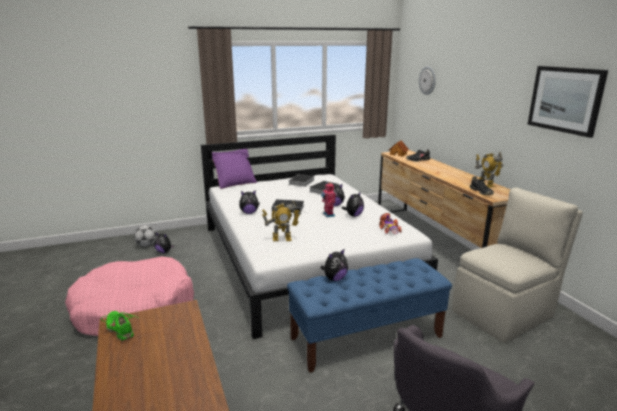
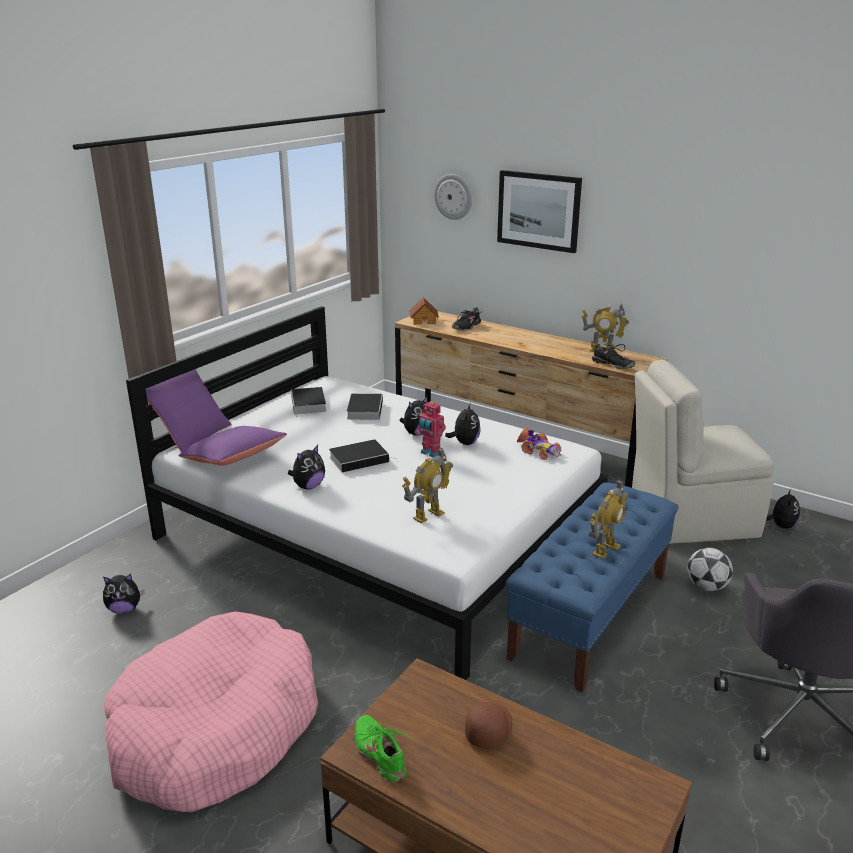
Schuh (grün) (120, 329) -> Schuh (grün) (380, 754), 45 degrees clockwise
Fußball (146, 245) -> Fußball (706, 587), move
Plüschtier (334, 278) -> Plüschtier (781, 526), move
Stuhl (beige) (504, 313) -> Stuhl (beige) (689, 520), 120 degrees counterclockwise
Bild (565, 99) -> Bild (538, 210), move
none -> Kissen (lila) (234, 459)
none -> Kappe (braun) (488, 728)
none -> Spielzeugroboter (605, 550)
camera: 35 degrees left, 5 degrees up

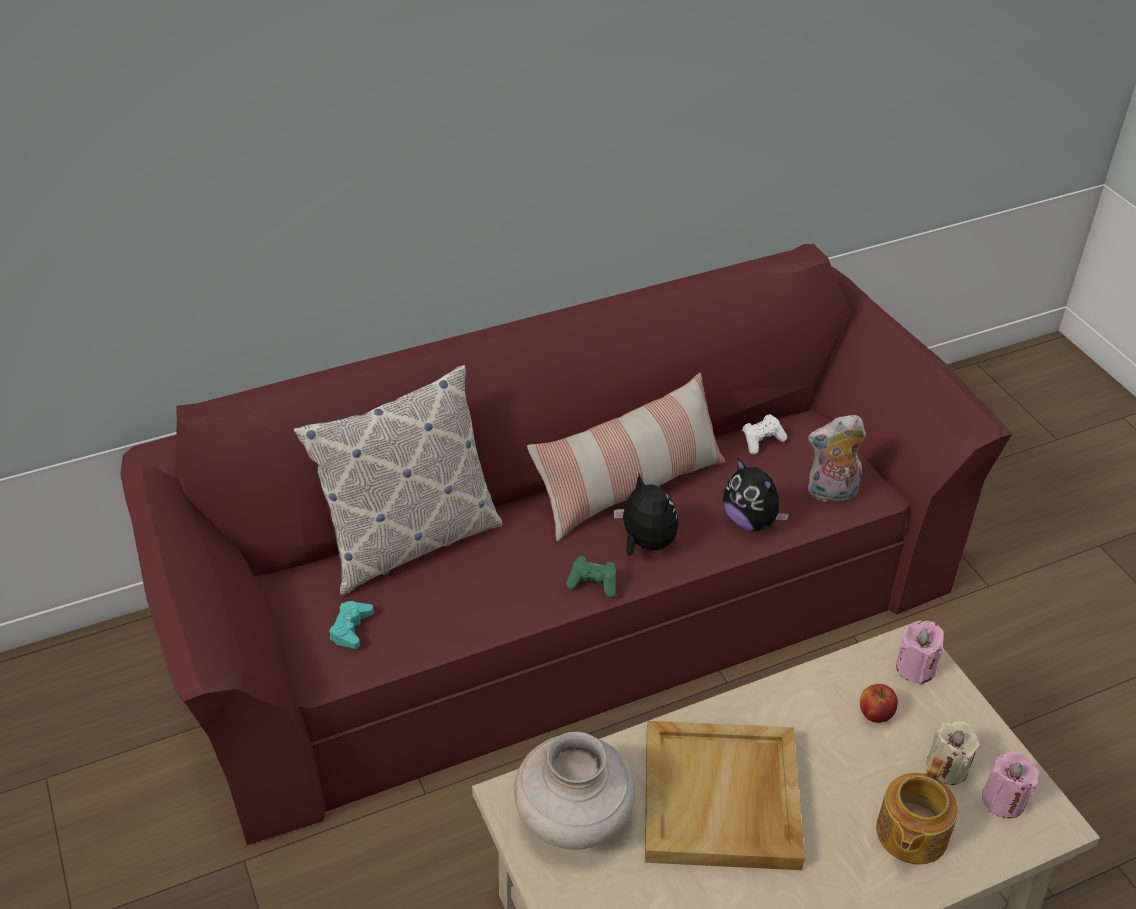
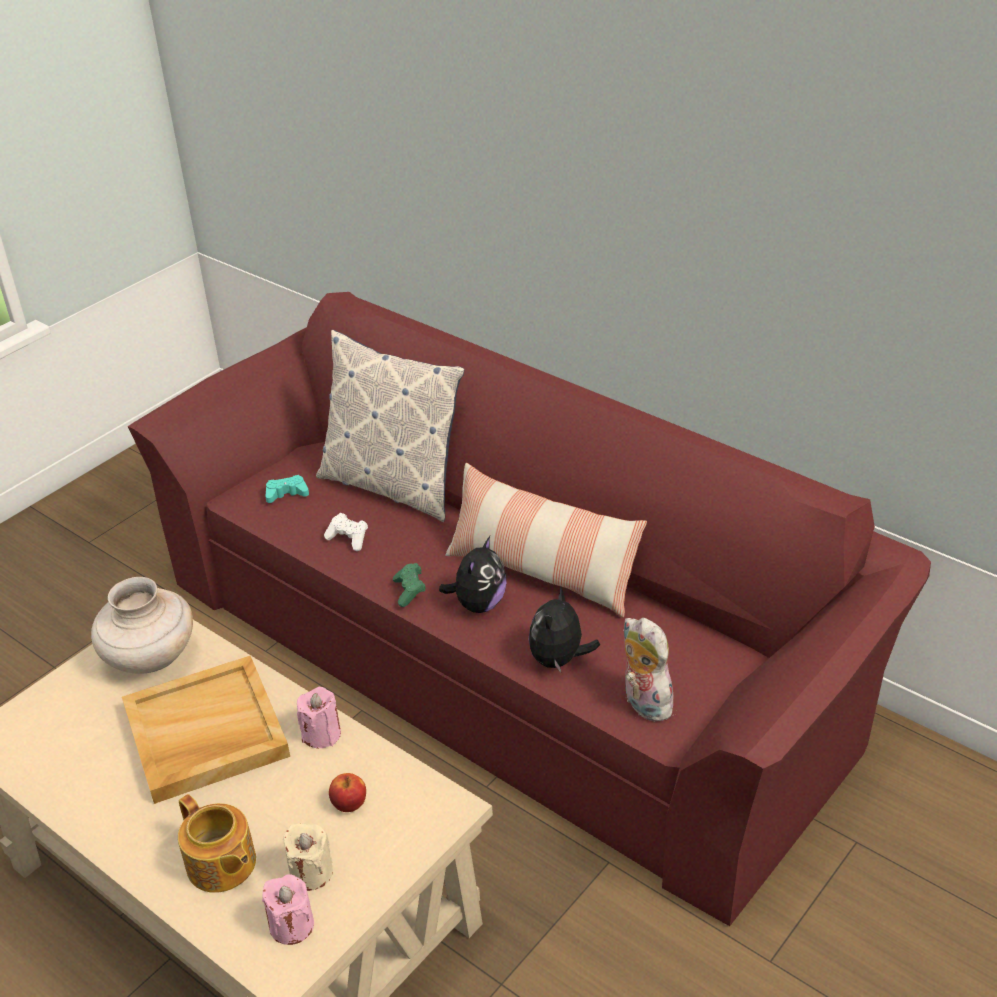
Gamepad (weiß) (762, 441) -> Gamepad (weiß) (348, 539), move
Teekanne (910, 834) -> Teekanne (221, 865), 135 degrees counterclockwise
Kerze (rosa) (915, 668) -> Kerze (rosa) (321, 734), move
camera: 65 degrees right, 5 degrees down

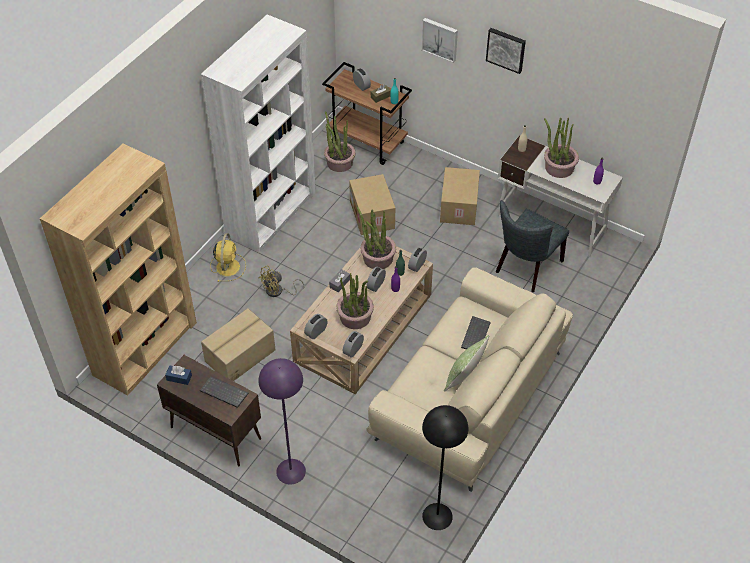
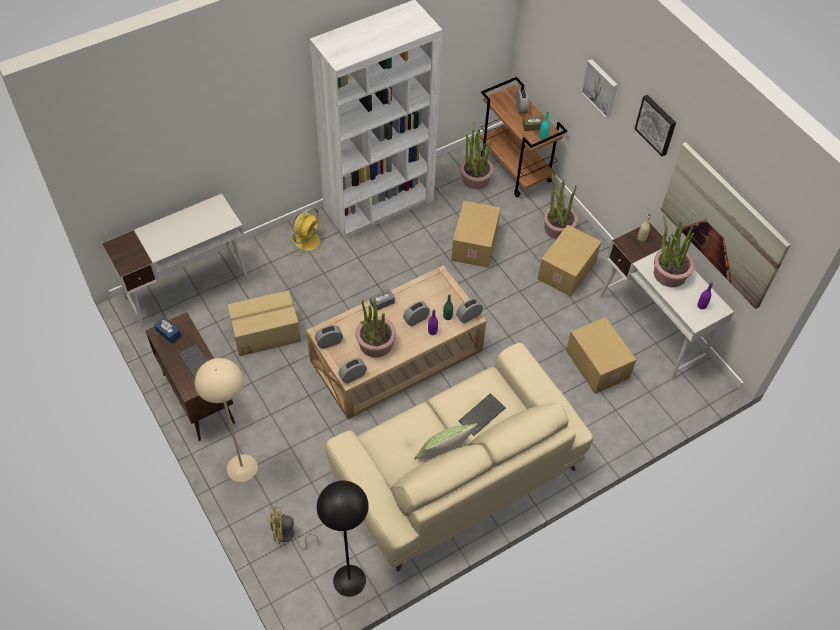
Bücherregal (braun) (145, 348) -> Schreibtisch (weiß) (188, 288)
Ventilator (gelb) (278, 292) -> Ventilator (gelb) (288, 536), move
Stehlampe (lila) (290, 471) -> Stehlampe (beige) (242, 468)
Topfpflanze (377, 258) -> Topfpflanze (558, 228), move
Stuhl (grau) (526, 268) -> Karton (596, 364)
none -> Bild (722, 224)
camera: 25 degrees right, 5 degrees up

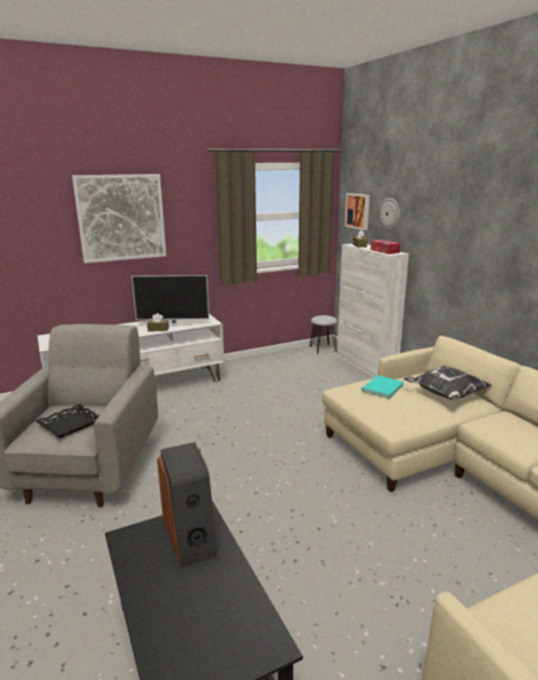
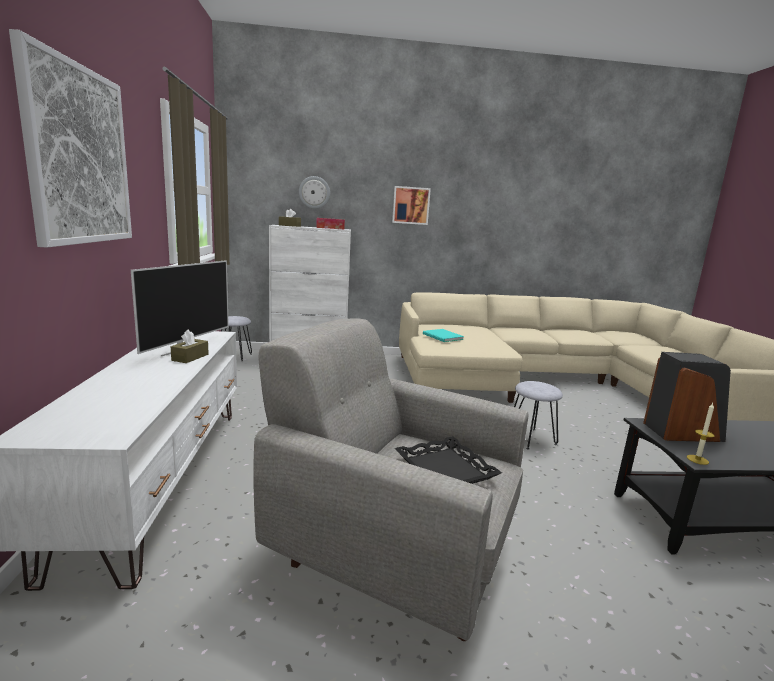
Bild (358, 211) -> Bild (410, 205), move
Kissen (445, 395) -> none
none -> Hocker (grau) (531, 438)
none -> Kerze (697, 459)
camera: 70 degrees left, 5 degrees down

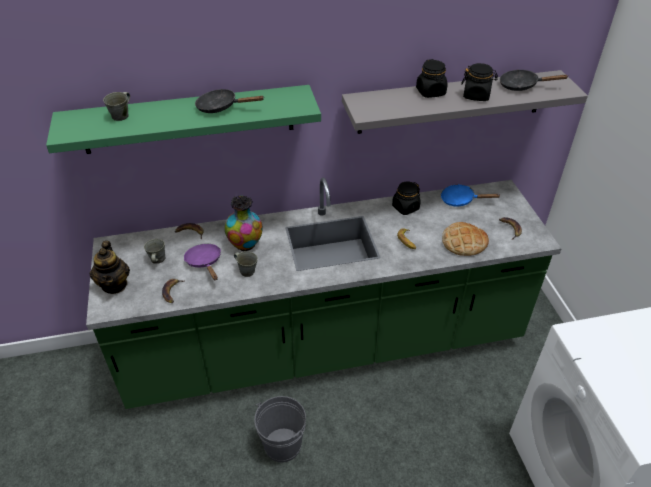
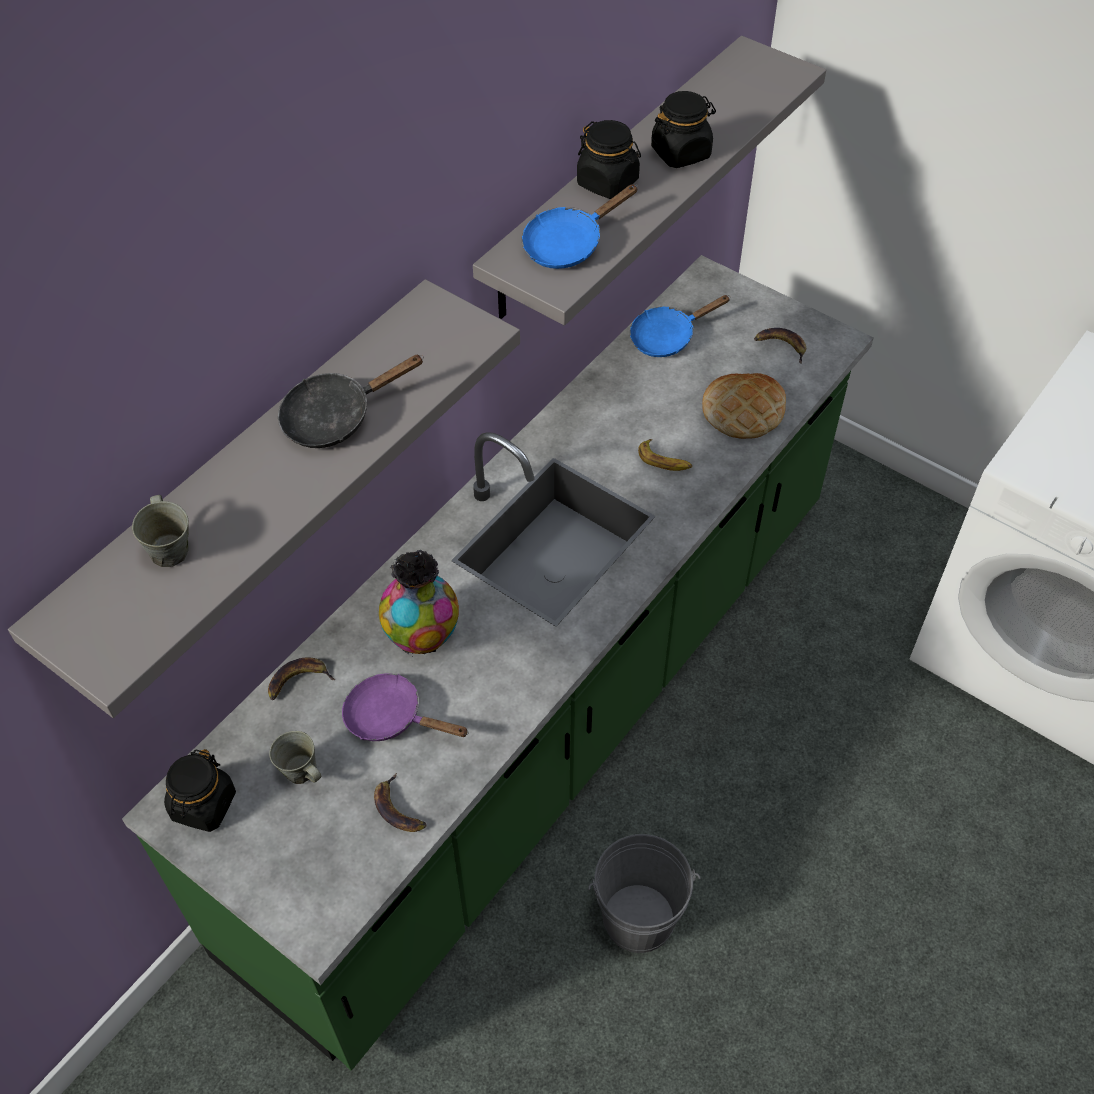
Wandregal (grün) (189, 119) -> Wandregal (grau) (248, 473)
Teekanne (114, 285) -> none
Henkelbecher (grau) (247, 271) -> none
Vorratsglas (schwarz) (405, 208) -> Vorratsglas (schwarz) (203, 805), move
Pfanne (schwarz) (522, 86) -> none
none -> Pfanne (blau) (568, 244)
camera: 40 degrees left, 10 degrees up

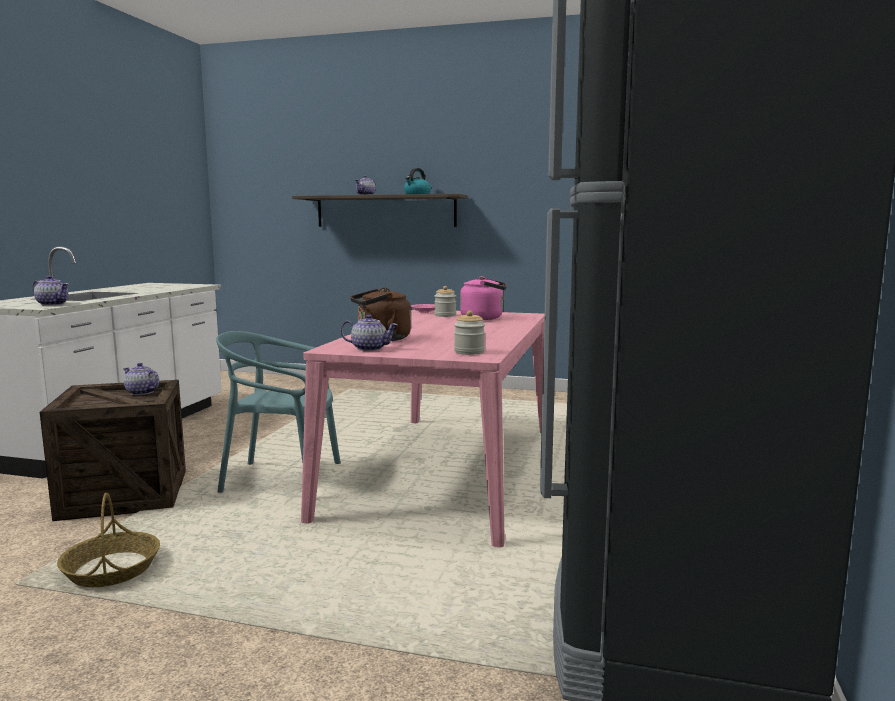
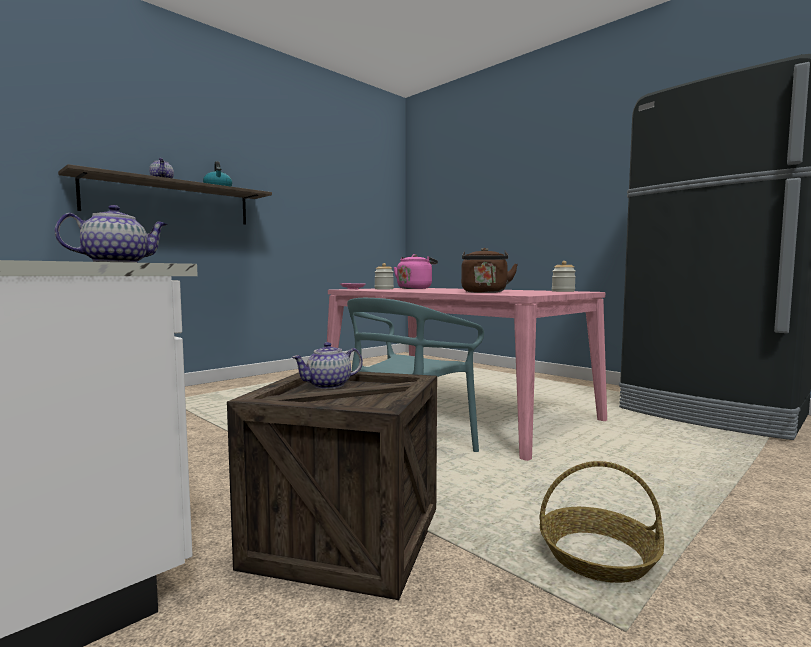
Teekanne (370, 348) -> none
camera: 60 degrees left, 5 degrees down

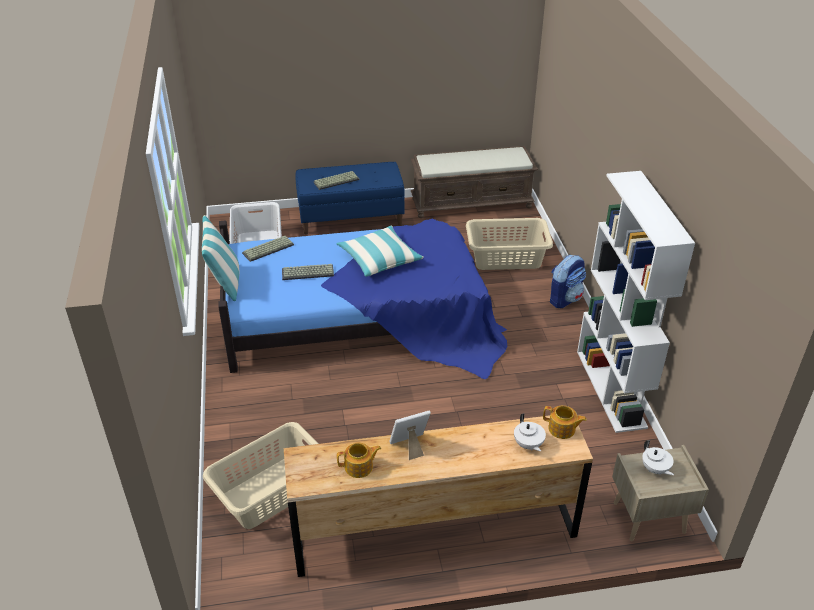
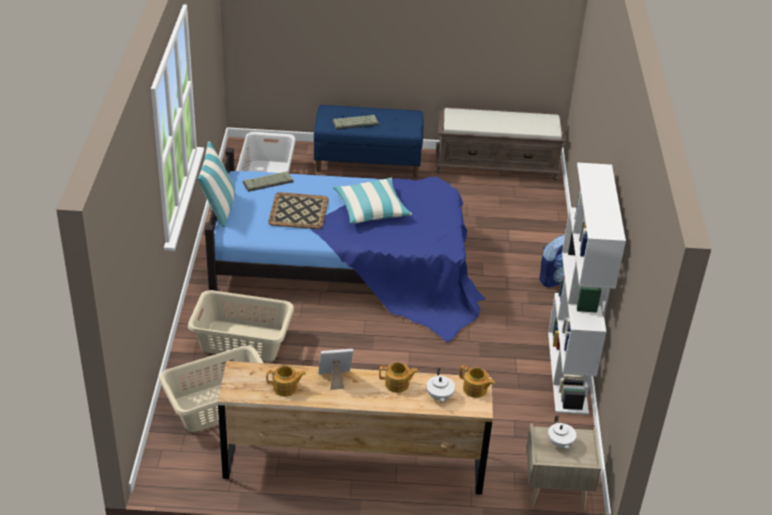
Tastatur (307, 273) -> Tablett (298, 211)
Wäschekorb (beige) (506, 257) -> Wäschekorb (beige) (242, 341), move
none -> Teekanne (397, 384)
camera: 10 degrees right, 0 degrees up

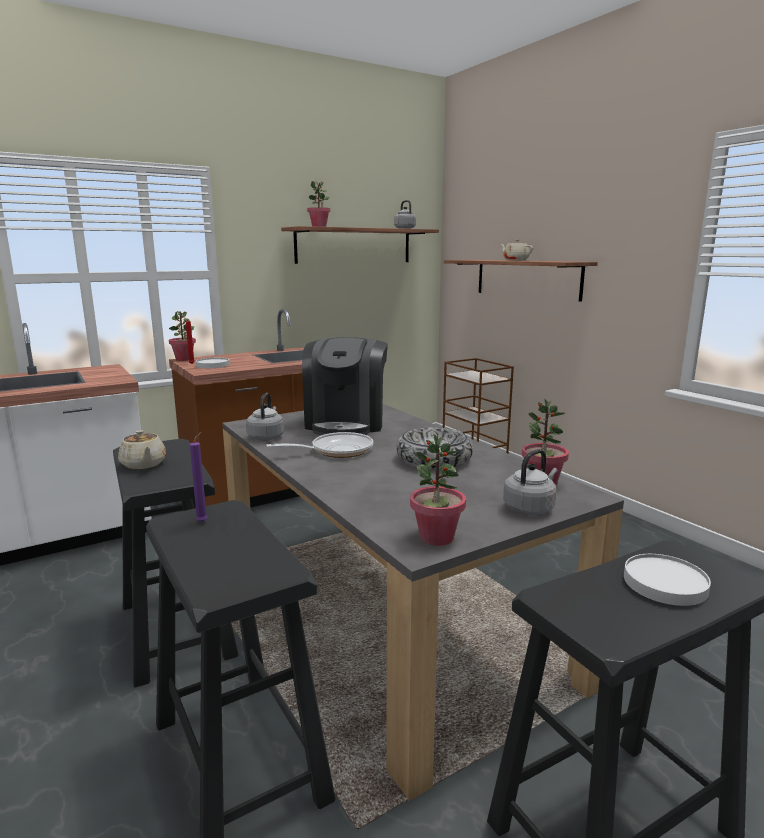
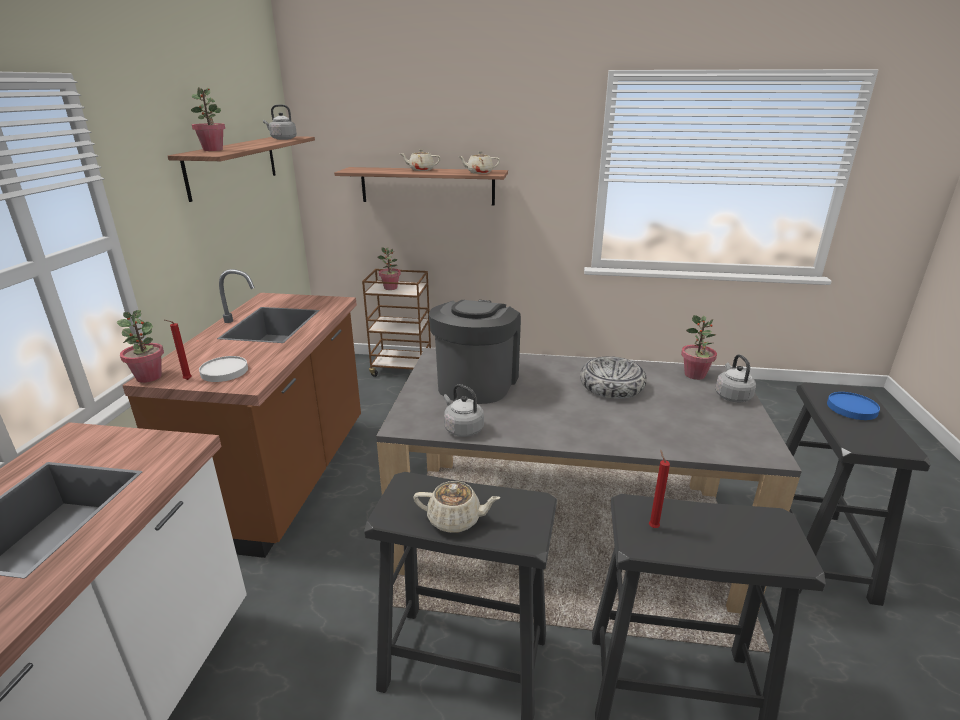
Kerze (lila) (203, 521) -> Kerze (rot) (652, 526)
Pfanne (336, 450) -> none
Kaffeemaschine (346, 423) -> Kaffeemaschine (476, 382), 120 degrees counterclockwise
Topfpflanze (436, 538) -> Topfpflanze (390, 288), move
Teller (weiß) (664, 583) -> Teller (blau) (851, 408)
none -> Teekanne (beige) (479, 172)
camera: 50 degrees left, 10 degrees up

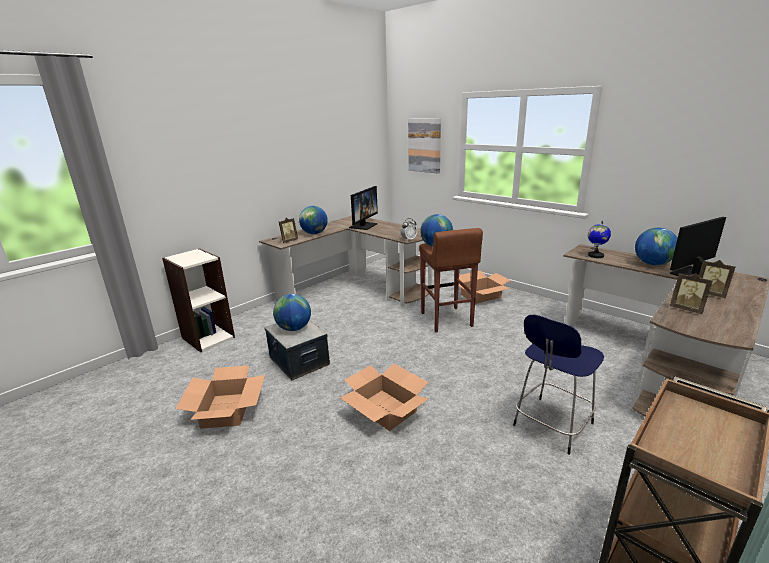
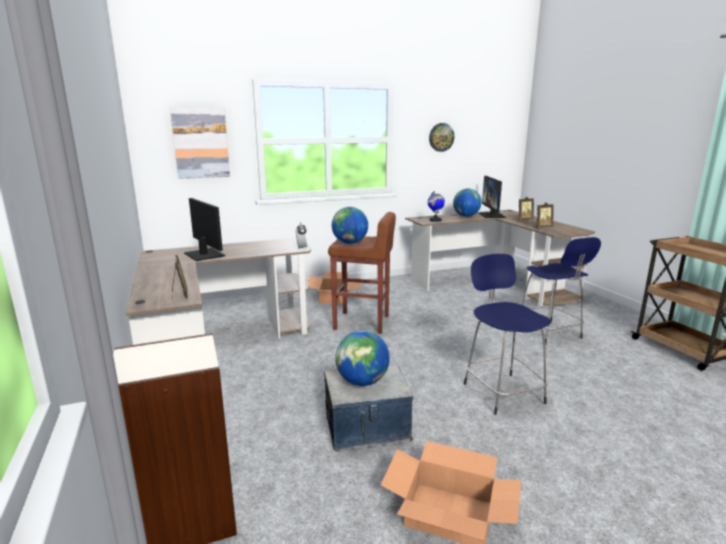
Globus (314, 233) -> none
Karton (385, 409) -> Hocker (blau) (501, 392)
none -> Wanduhr (441, 137)
camera: 65 degrees left, 5 degrees down

